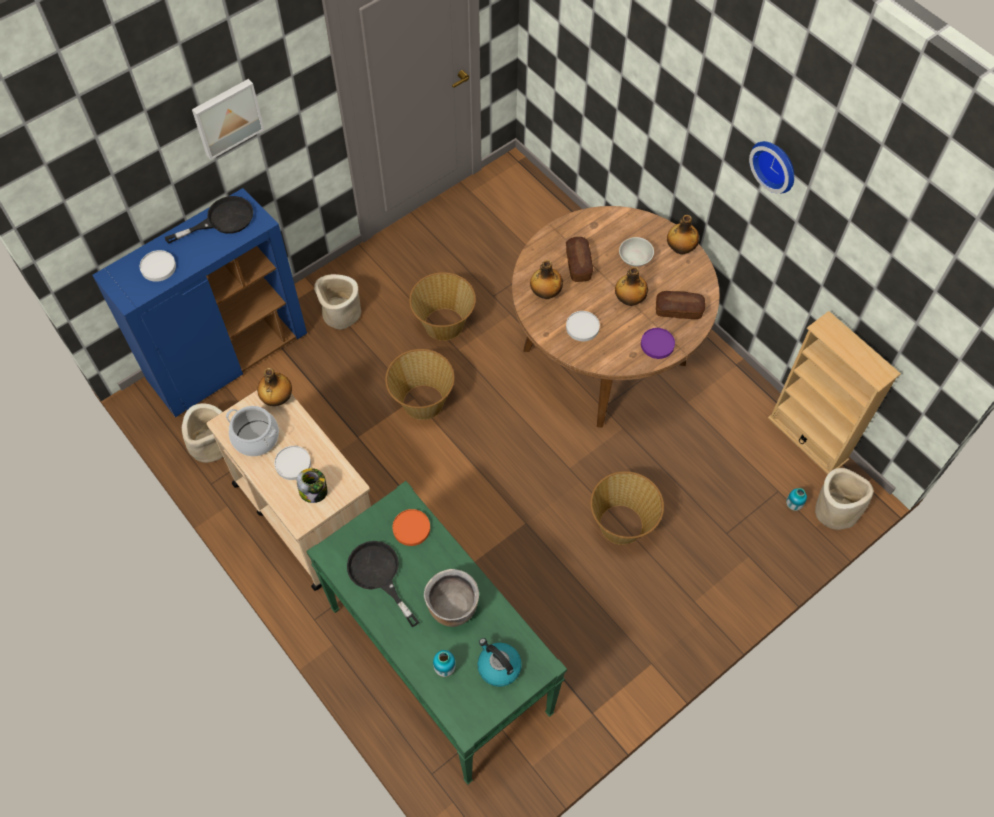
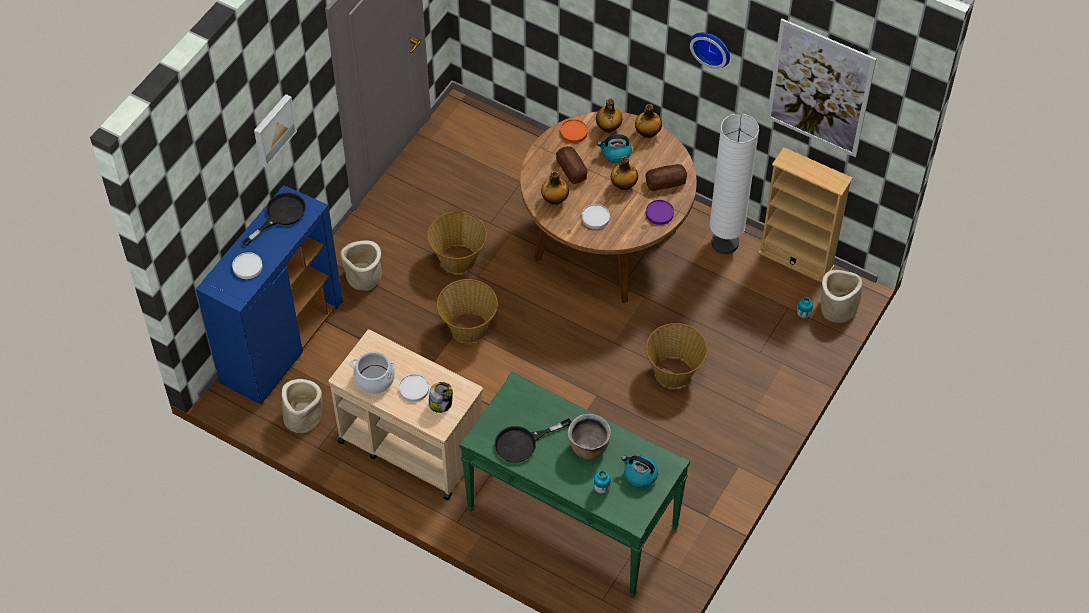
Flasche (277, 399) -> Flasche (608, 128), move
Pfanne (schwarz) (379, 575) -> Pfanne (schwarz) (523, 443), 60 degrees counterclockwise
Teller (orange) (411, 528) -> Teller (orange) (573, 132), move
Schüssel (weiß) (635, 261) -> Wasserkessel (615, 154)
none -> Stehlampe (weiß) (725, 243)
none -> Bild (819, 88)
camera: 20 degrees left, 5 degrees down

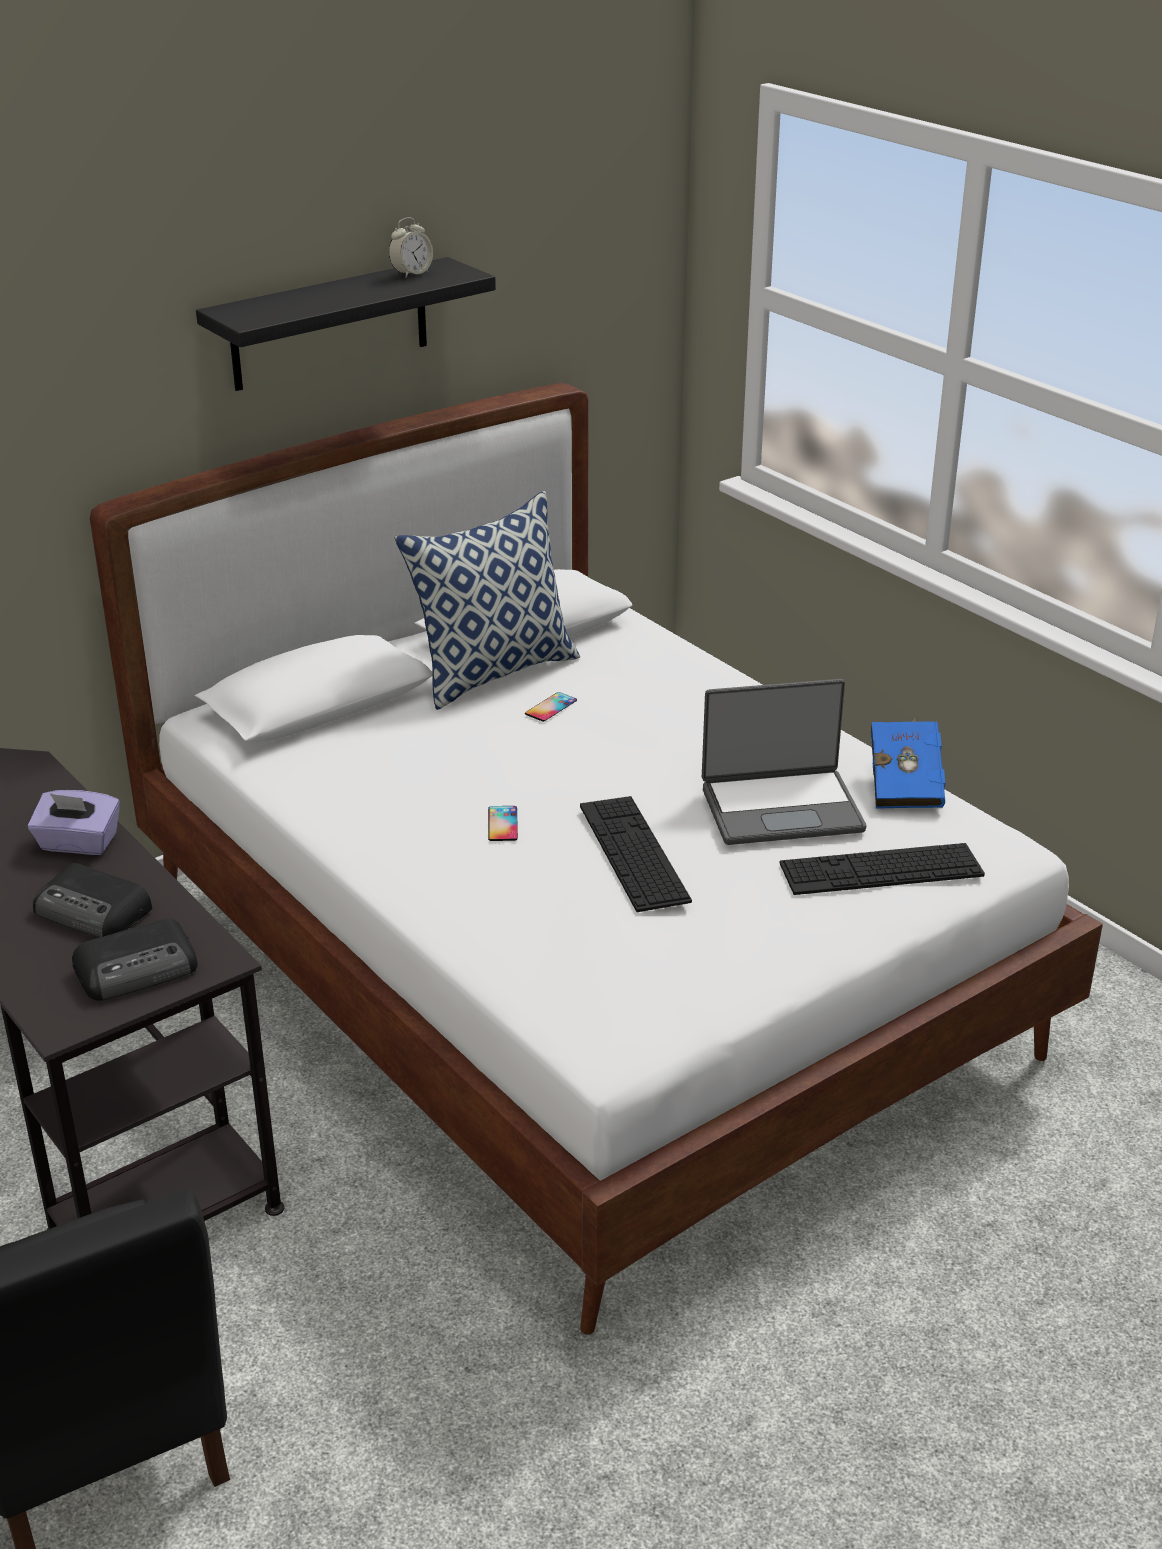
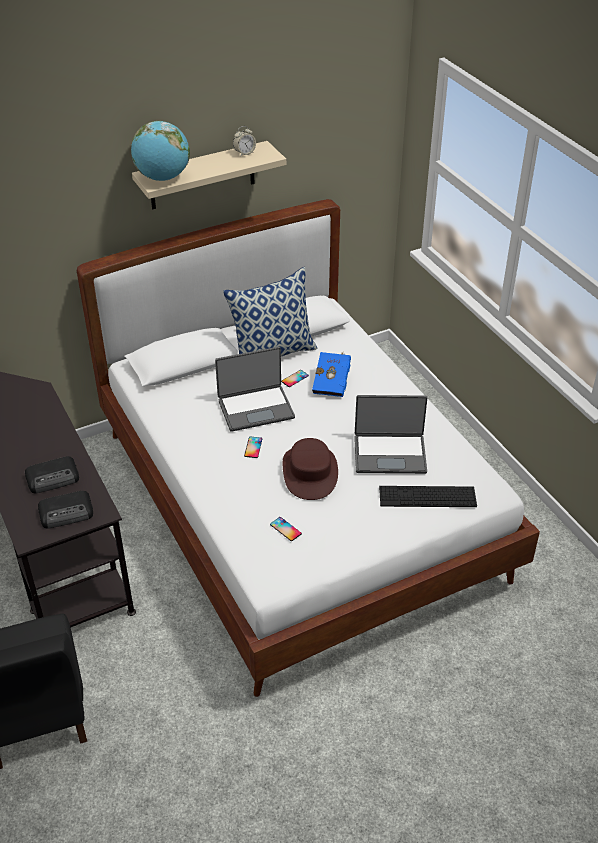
Taschentuchbox (lila) (78, 843) -> none
Radio (94, 911) -> Radio (53, 478), 60 degrees counterclockwise
Wandregal (schwarz) (330, 325) -> Wandregal (beige) (202, 176)
Tastatur (633, 852) -> Hut (braun) (310, 472)
Buch (blau) (905, 785) -> Buch (blau) (332, 383), move
none -> Globus (163, 178)
none -> Laptop (255, 408)
none -> Handy (285, 529)
camera: 10 degrees right, 10 degrees up

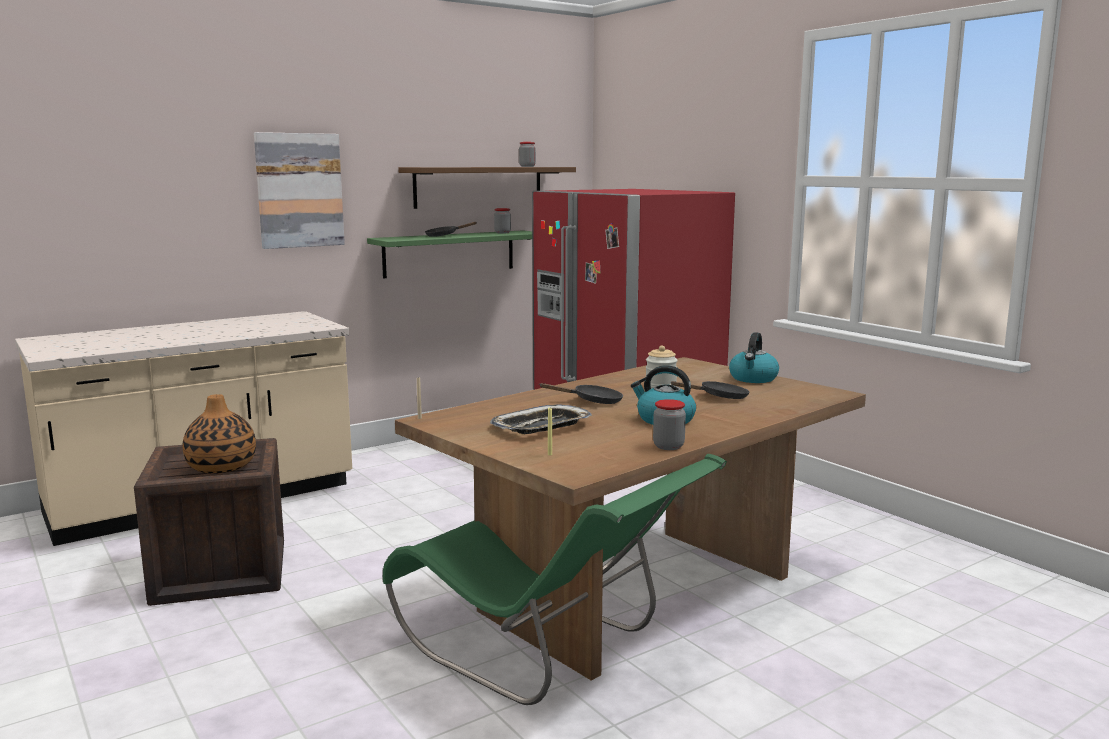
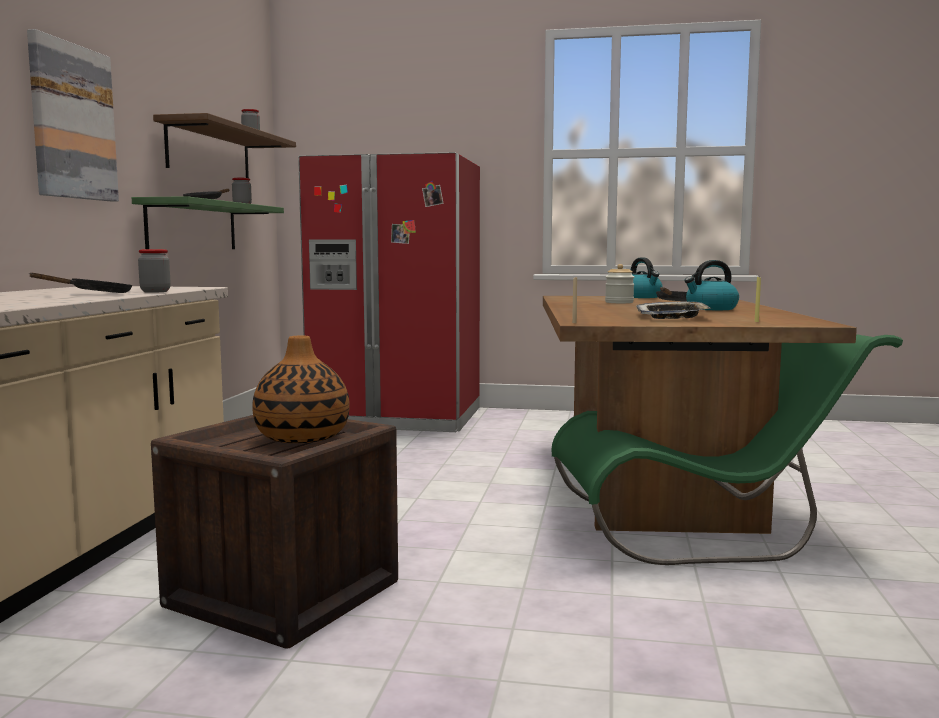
Pfanne (schwarz) (592, 401) -> Pfanne (schwarz) (95, 294), move
Vorratsglas (668, 446) -> Vorratsglas (155, 291), move
camera: 45 degrees left, 5 degrees down

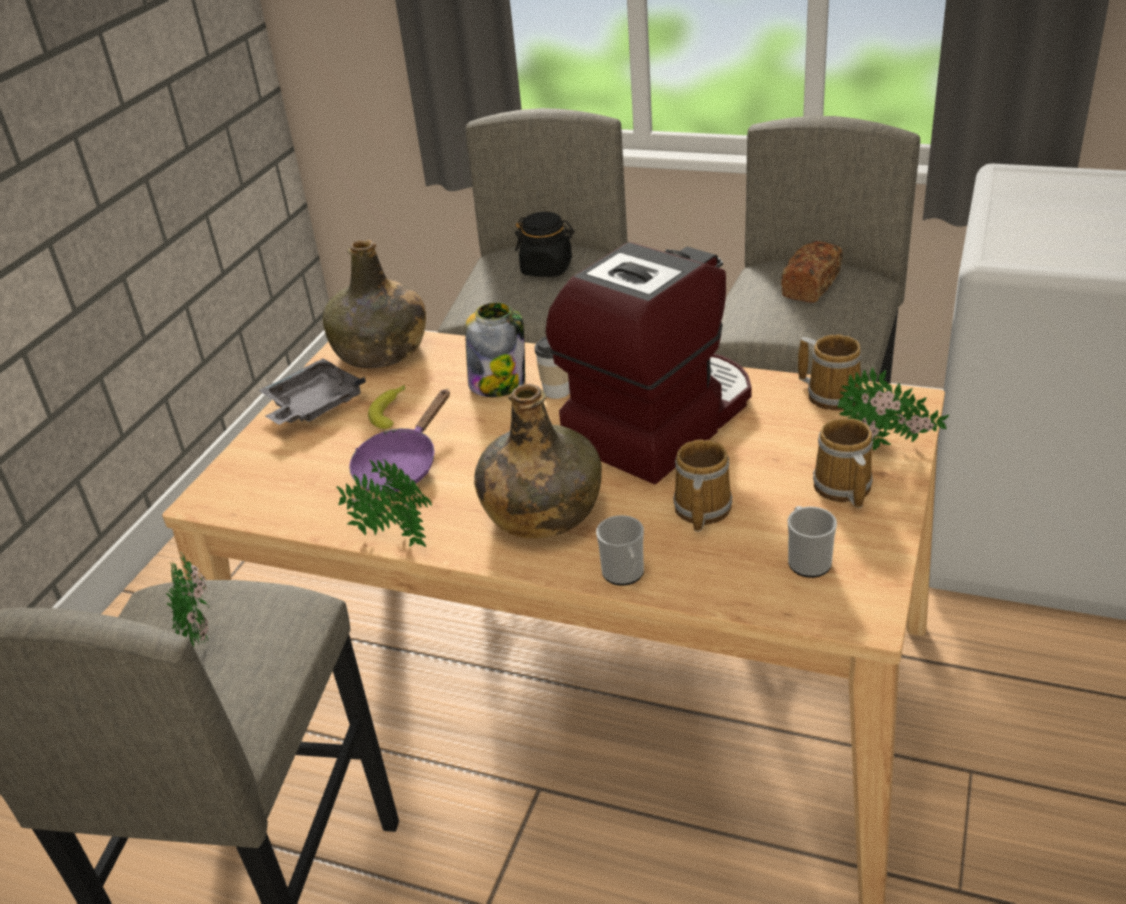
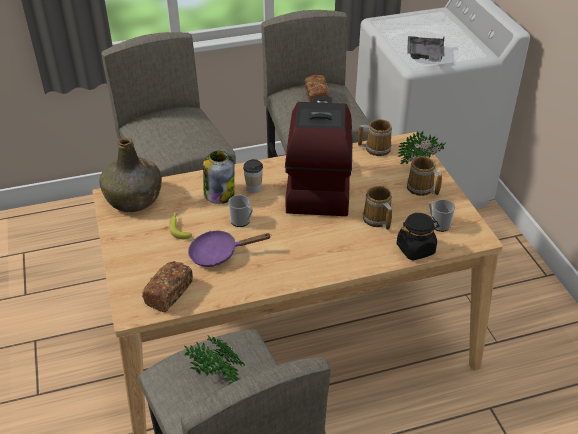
Tablett (grau) (313, 405) -> Tablett (grau) (425, 55), move
Topfpflanze (392, 536) -> none
Pfanne (lila) (401, 466) -> Pfanne (lila) (218, 253), 90 degrees clockwise
Flasche (grün) (541, 511) -> none
Vorratsglas (schwarz) (547, 268) -> Vorratsglas (schwarz) (415, 249), move
Henkelbecher (625, 574) -> Henkelbecher (242, 221), move
none -> Brot (169, 293)
camera: 40 degrees left, 5 degrees up

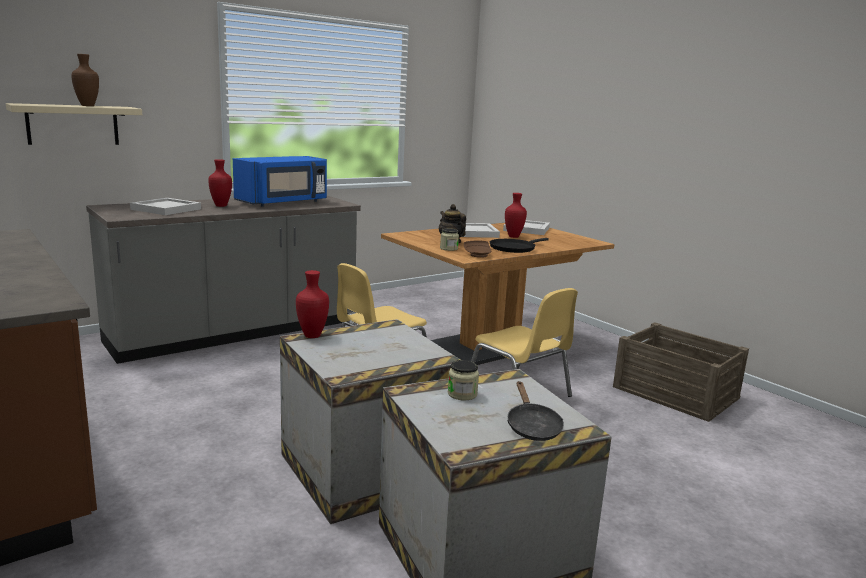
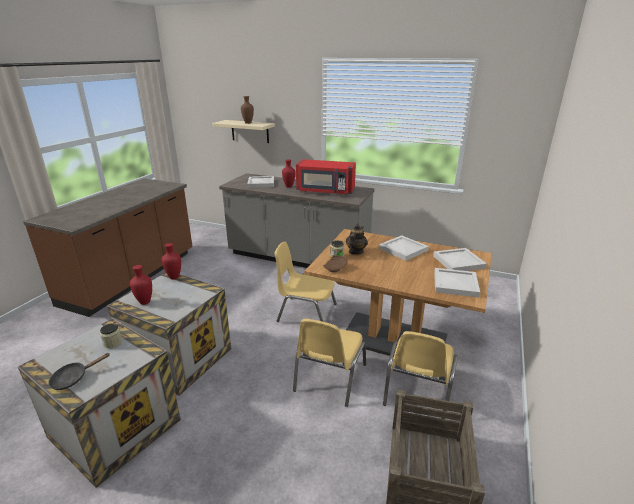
Mikrowelle (blau) (283, 202) -> Mikrowelle (rot) (325, 191)
Pfanne (schwarz) (514, 248) -> none
Vase (rot) (514, 237) -> Vase (rot) (144, 302), move
none -> Stuhl (gelb) (417, 391)
none -> Tablett (weiß) (454, 284)
camera: 60 degrees right, 10 degrees up

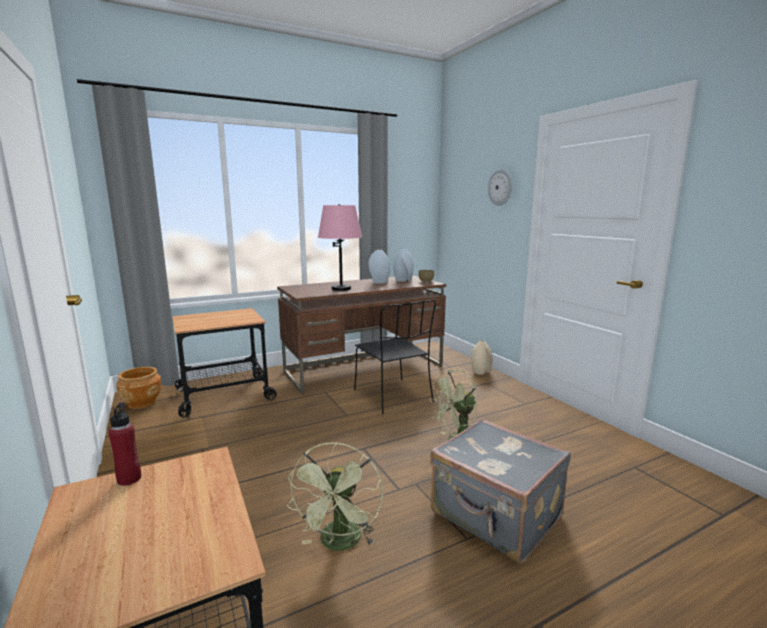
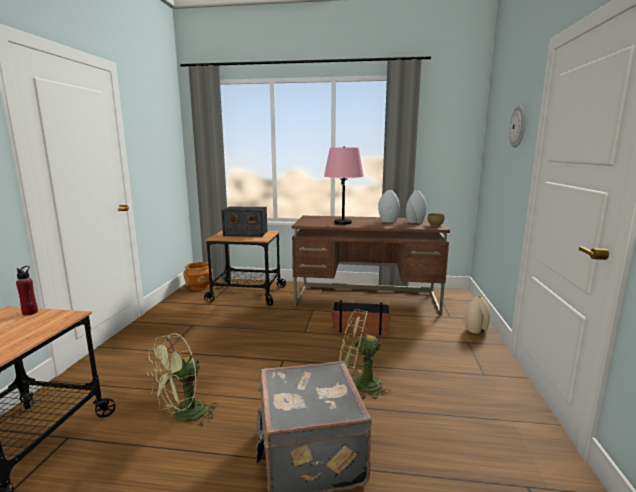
Stuhl (schwarz) (394, 396) -> Pflanzkübel (360, 329)
none -> Radio (245, 233)
camera: 35 degrees right, 0 degrees up

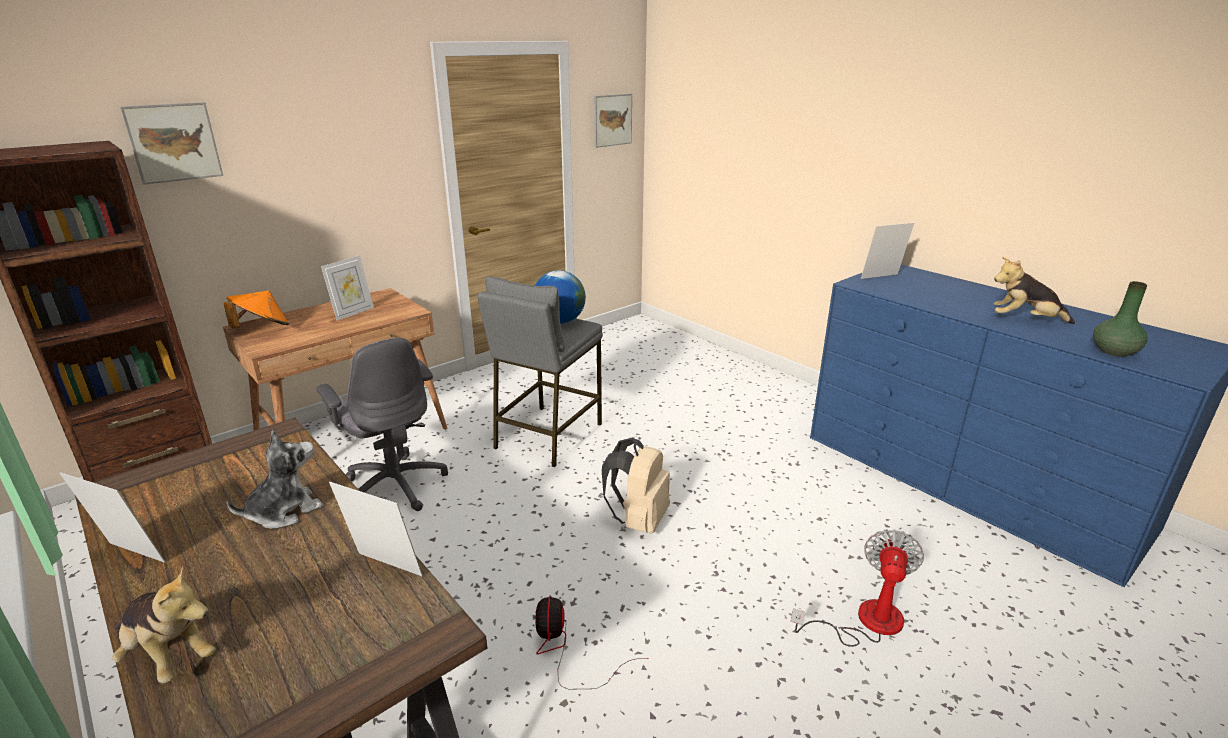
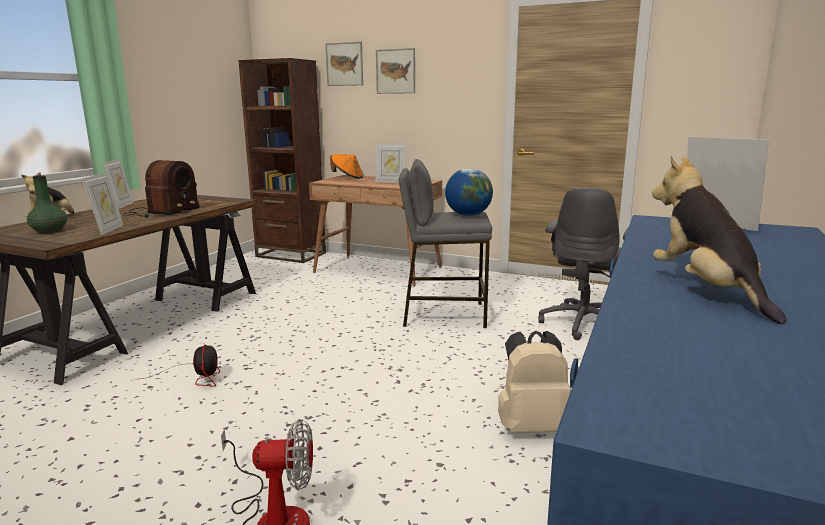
Plüschtier (284, 511) -> Radio (160, 212)
Bürostuhl (grau) (395, 485) -> Bürostuhl (grau) (583, 323), move
Ventilator (566, 651) -> Ventilator (197, 377), 105 degrees clockwise
Bild (612, 120) -> Bild (395, 71), move
Rucksack (beige) (638, 520) -> Rucksack (beige) (532, 426), move
Vase (grün) (1114, 351) -> Vase (grün) (49, 231), move
camera: 65 degrees right, 10 degrees down

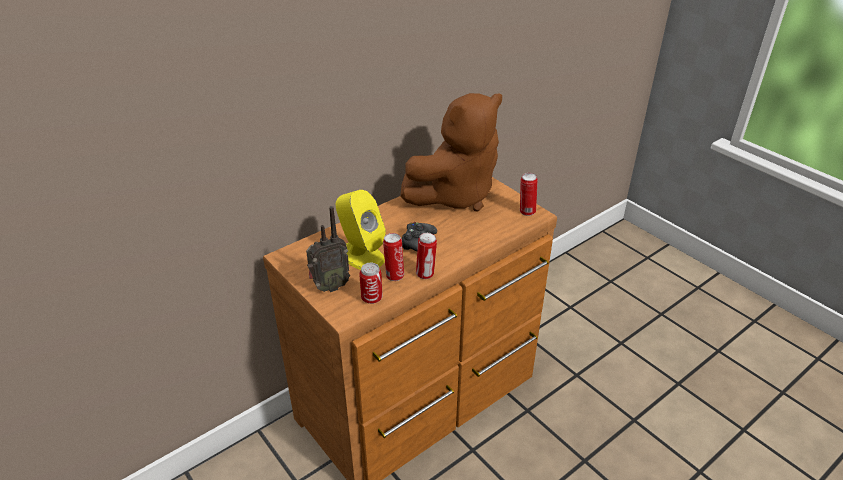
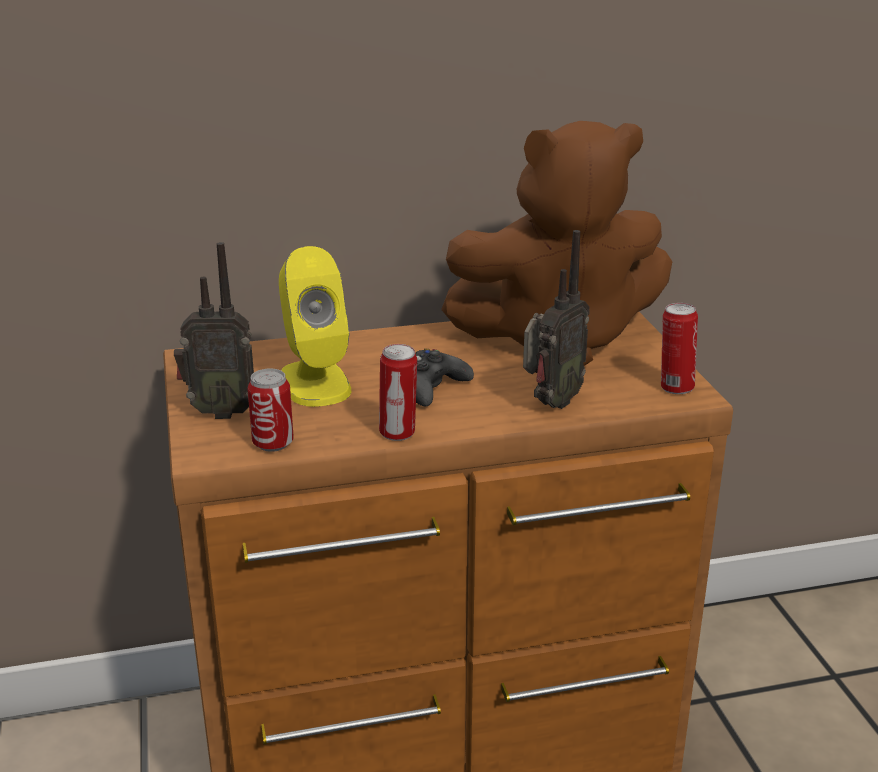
Dose (394, 275) -> none
none -> Radio (550, 403)
camera: 25 degrees right, 10 degrees down

